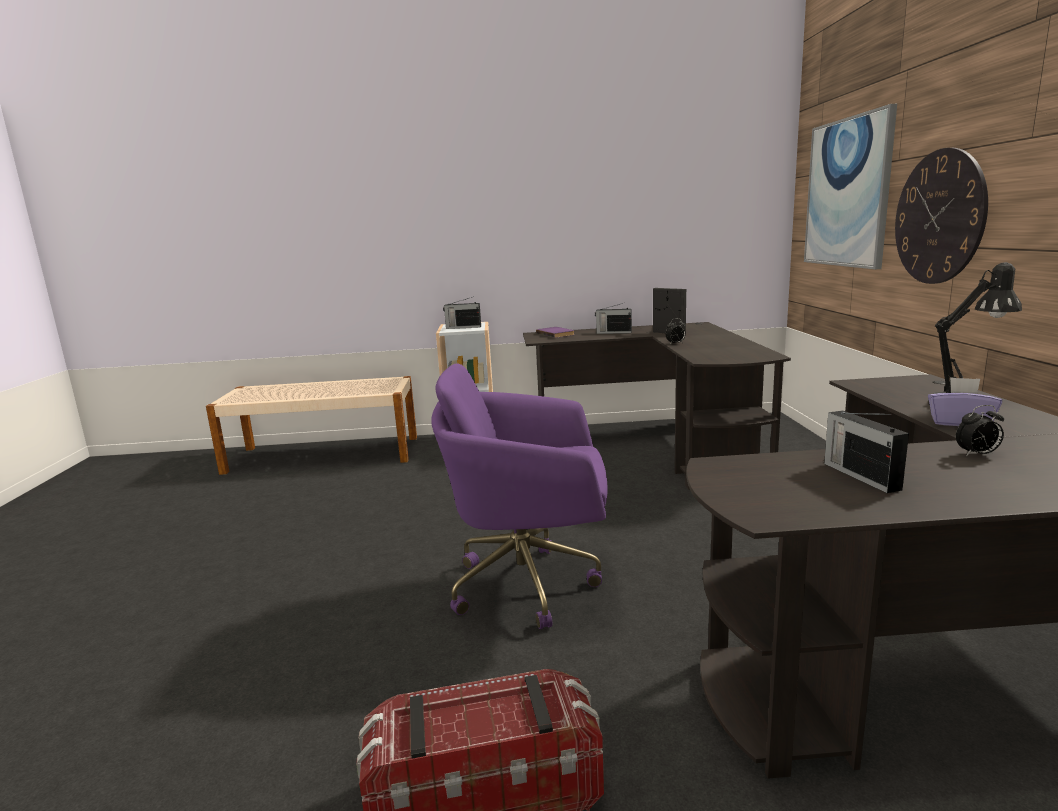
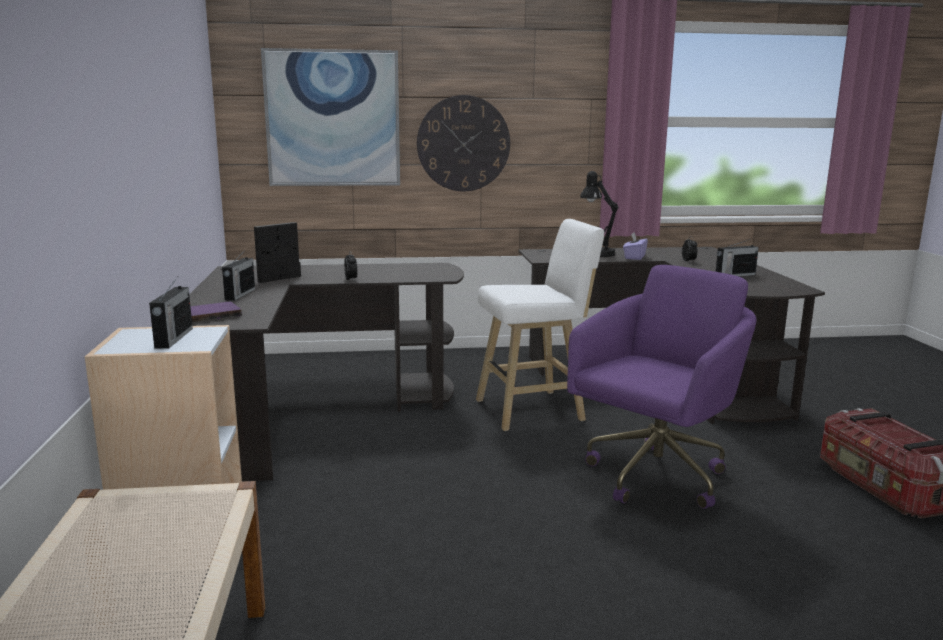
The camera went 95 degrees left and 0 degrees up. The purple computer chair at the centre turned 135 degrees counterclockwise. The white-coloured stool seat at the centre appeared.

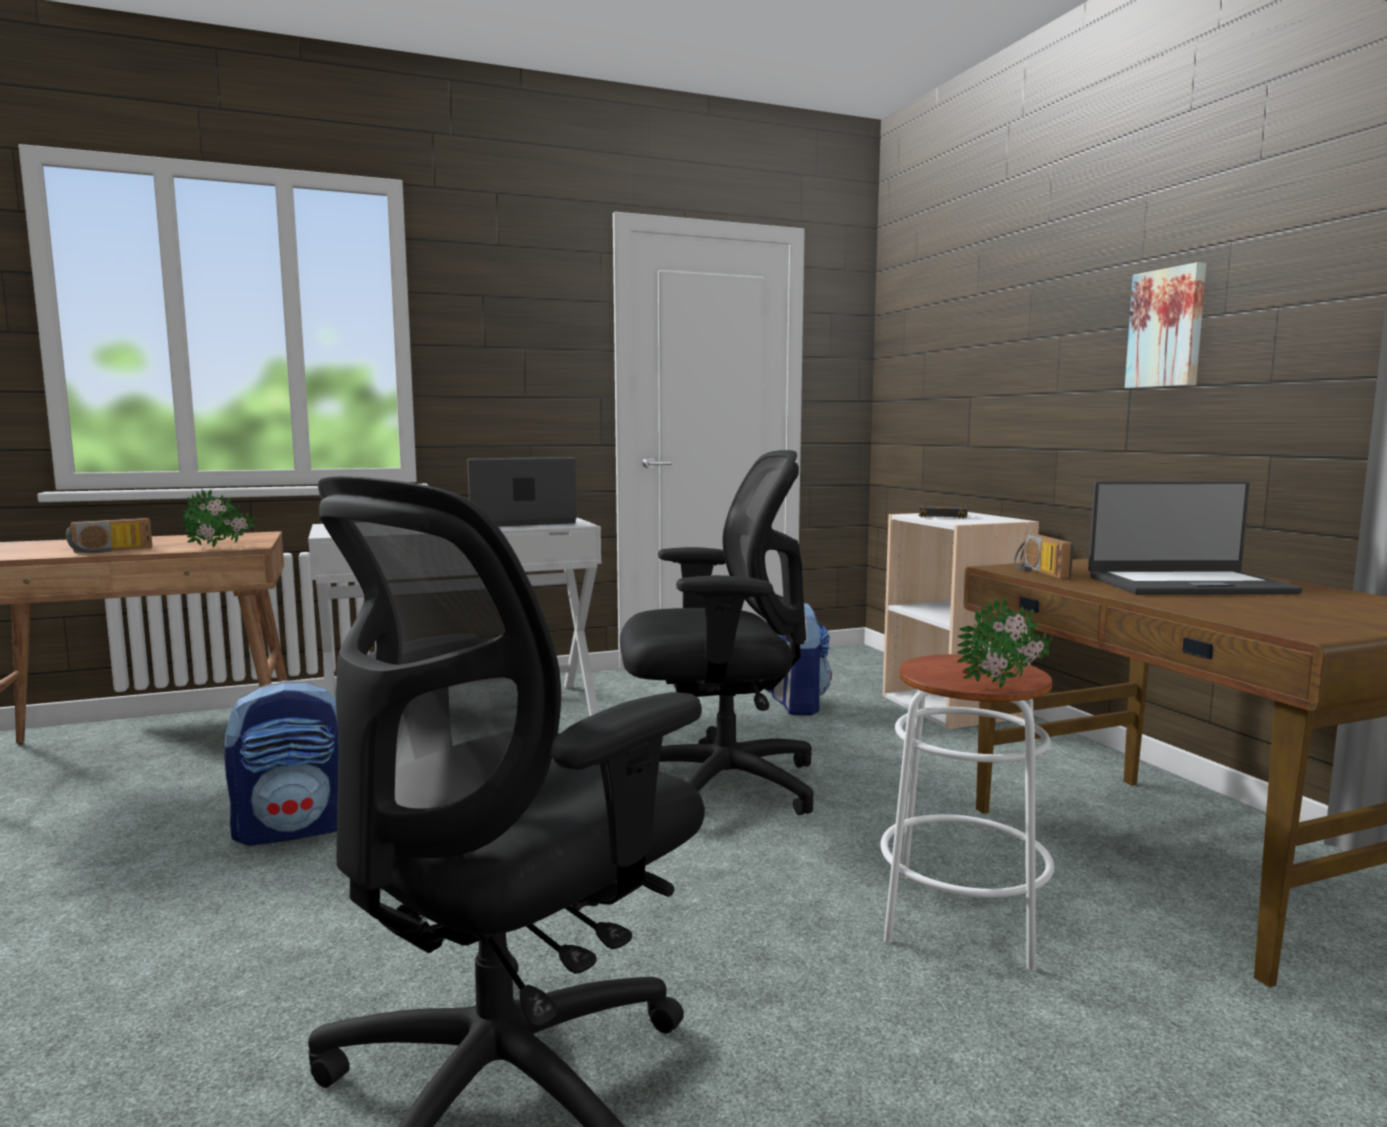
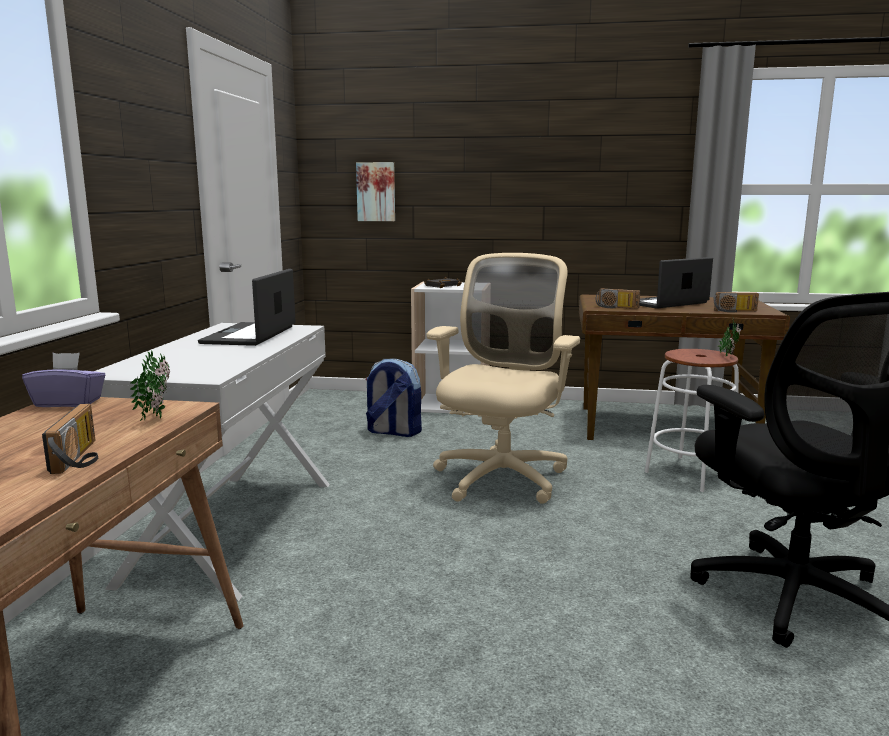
The camera went 60 degrees left and 5 degrees up. The rucksack (no. 1 from left) at the bottom left disappeared. The black-coloured computer chair (no. 2 from left) at the centre became the beige computer chair at the centre. The portable computer (no. 2 from left) at the middle right turned 150 degrees counterclockwise. The wall art moved from the top right to the top centre. The purple box of tissues at the middle left appeared. The radio set (no. 3 from left) at the middle right appeared.

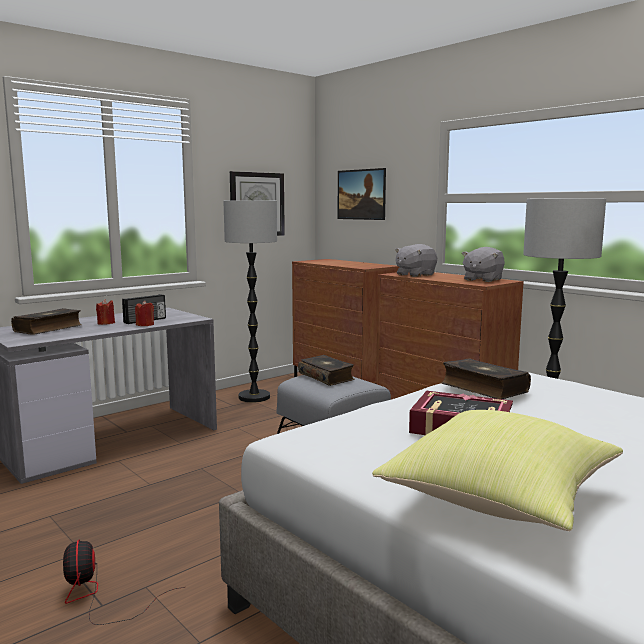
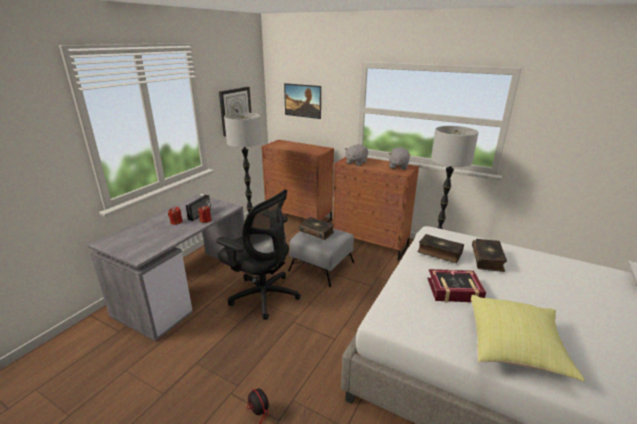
The camera went 20 degrees left and 15 degrees up. The book (no. 1 from left in the first image) moved from the middle left to the middle right. The black-coloured computer chair at the centre appeared.

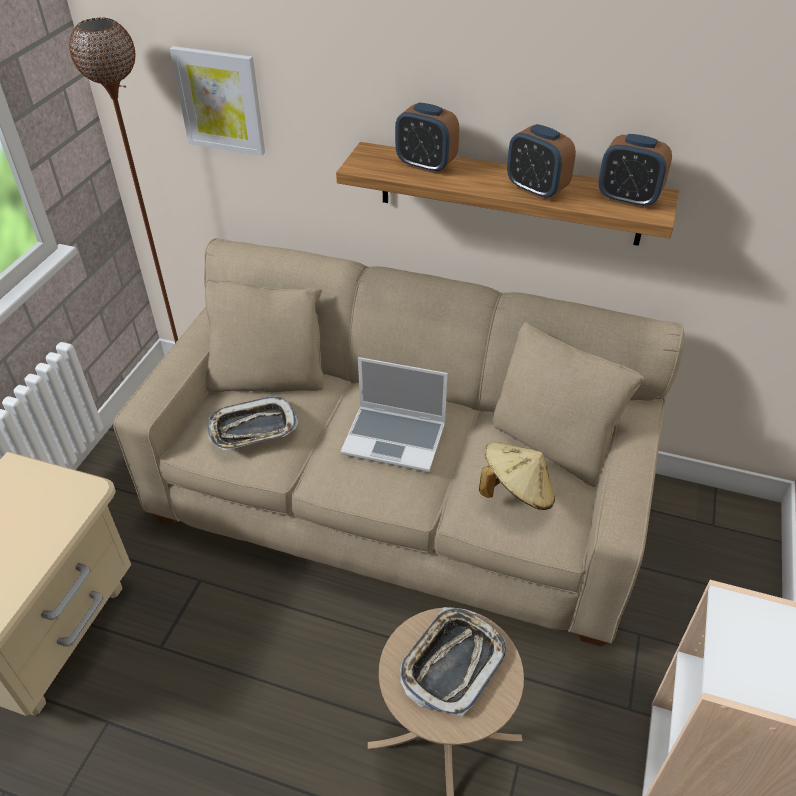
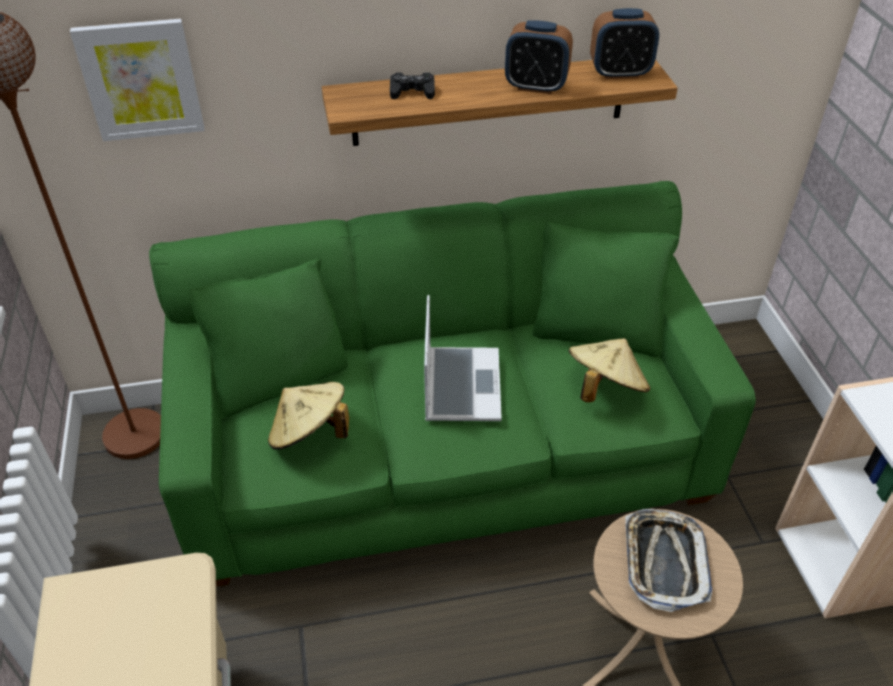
The camera went 30 degrees left and 0 degrees up. The beige sofa at the centre became the green-coloured sofa at the centre. The tray (no. 1 from left) at the middle left was replaced by the beige wearable hat (no. 1 from left) at the centre. The portable computer at the centre turned 75 degrees counterclockwise. The bedside clock (no. 1 from left) at the top centre was replaced by the black-coloured joypad at the top centre.

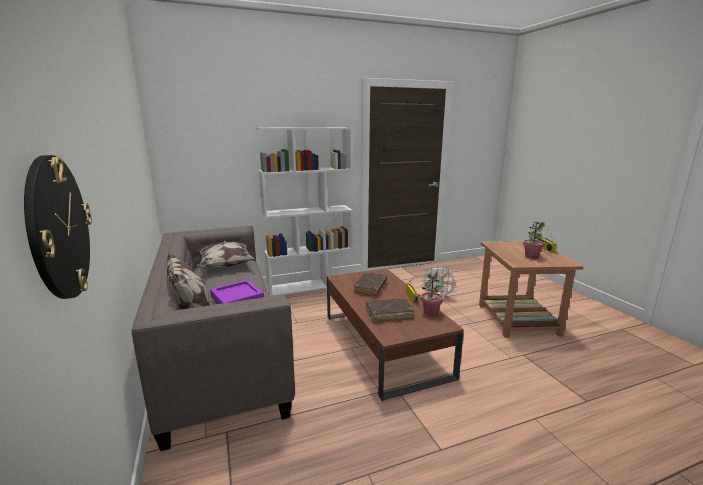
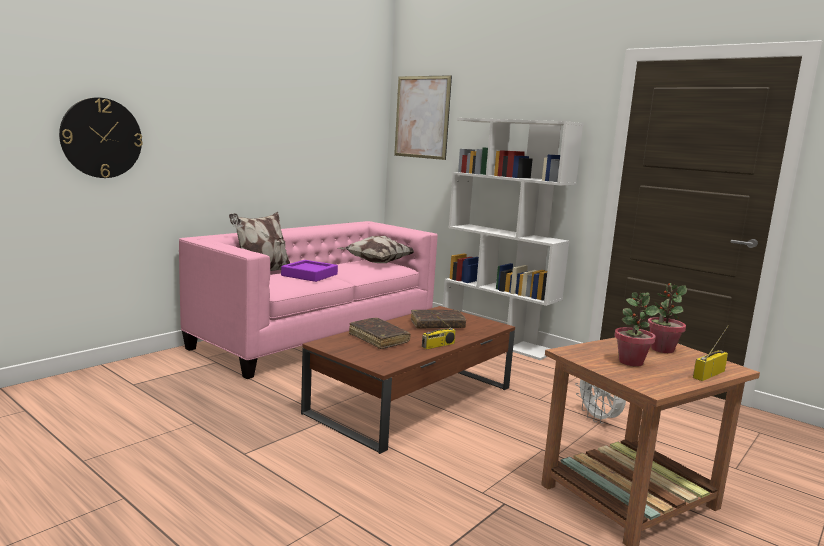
The camera went 60 degrees right and 5 degrees down. The greyish sofa at the bottom left became the pinkish sofa at the centre. The houseplant (no. 1 from left in the first image) moved from the centre to the middle right. The wall art at the top centre appeared.

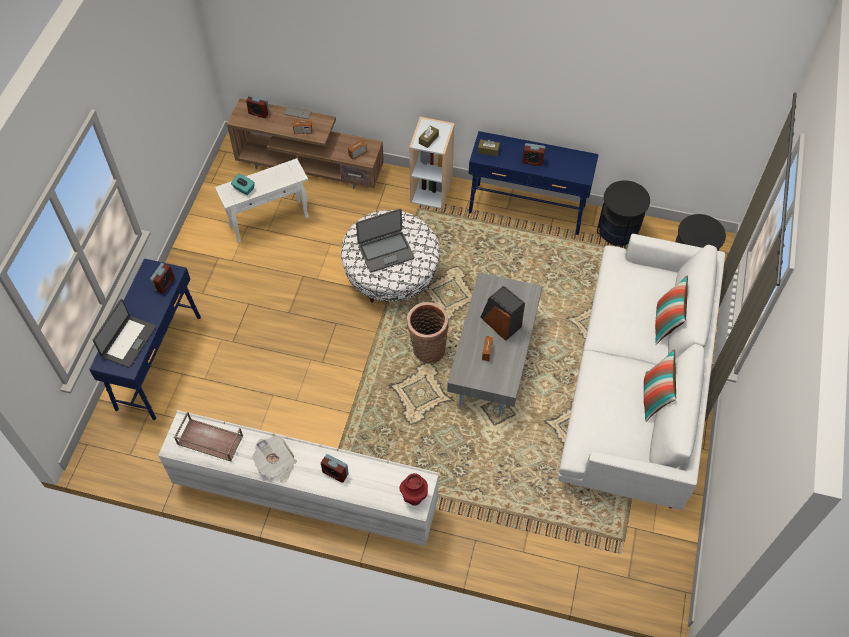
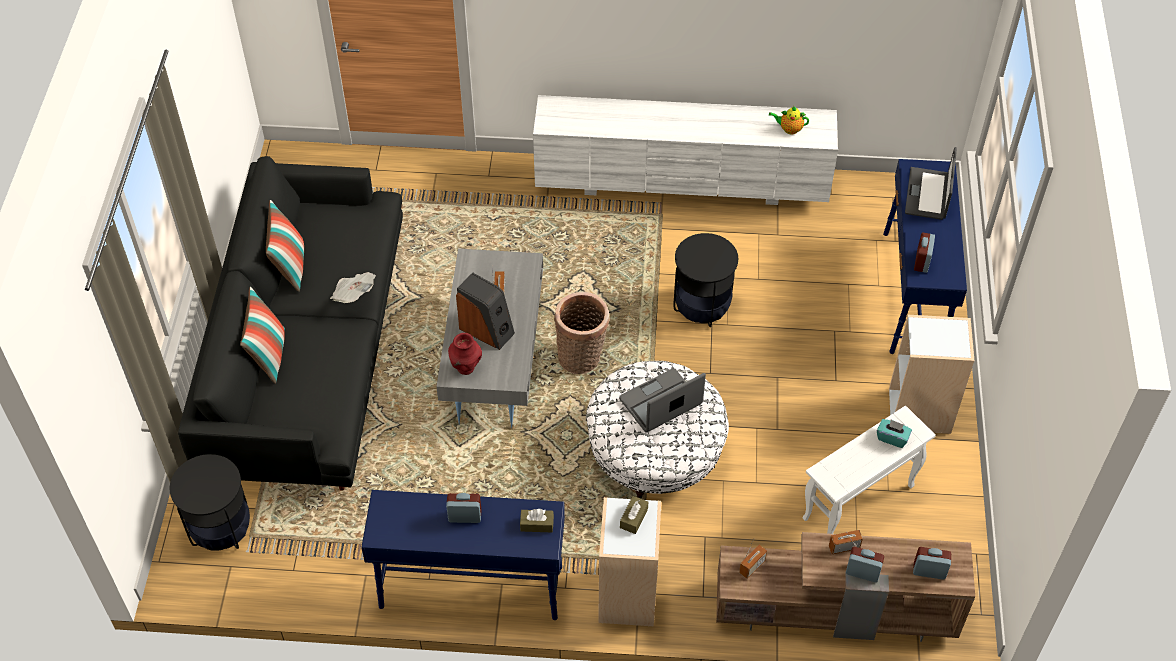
The camera went 170 degrees right and 5 degrees down. The brown-coloured tray at the bottom left was replaced by the tea pot at the top right. The daily paper moved from the bottom left to the middle left. The bedside clock (no. 3 from left in the first image) moved from the bottom centre to the bottom right. The reddish decorative vase moved from the bottom centre to the centre. The white-coloured sofa at the middle right became the black-coloured sofa at the middle left. The black-coloured side table (no. 1 from left in the first image) moved from the middle right to the centre. The shelving unit (no. 2 from left) at the middle right appeared.

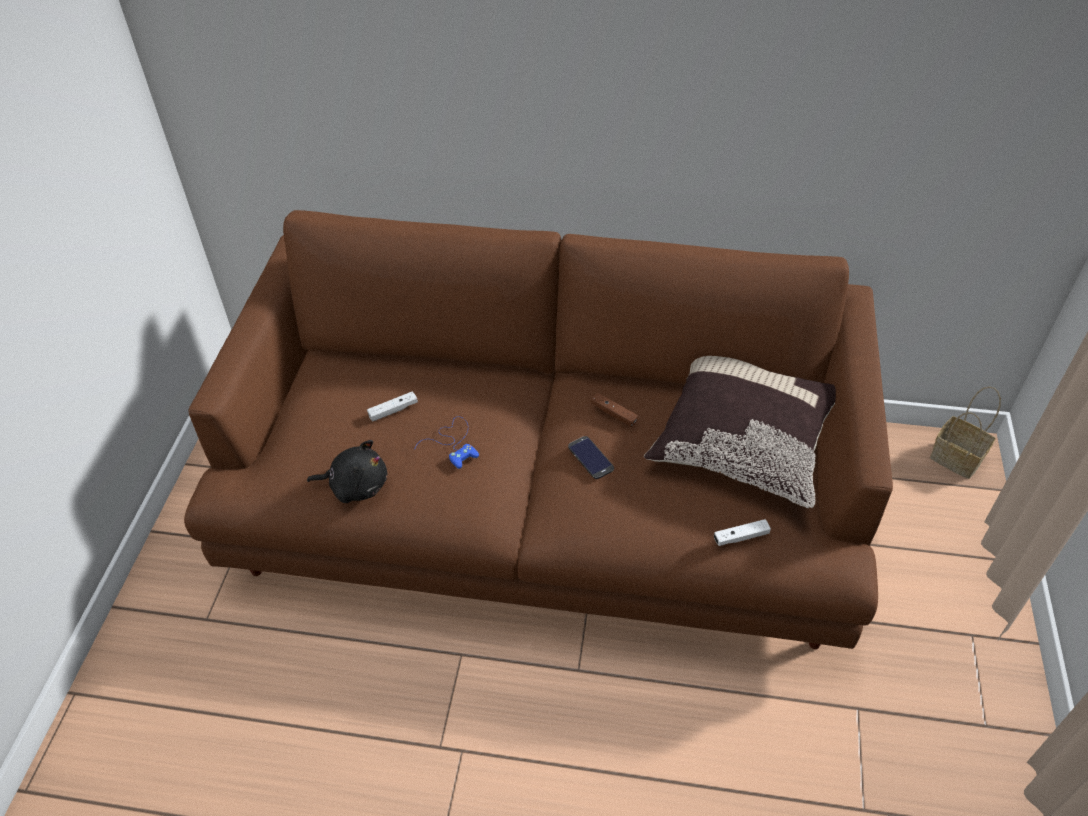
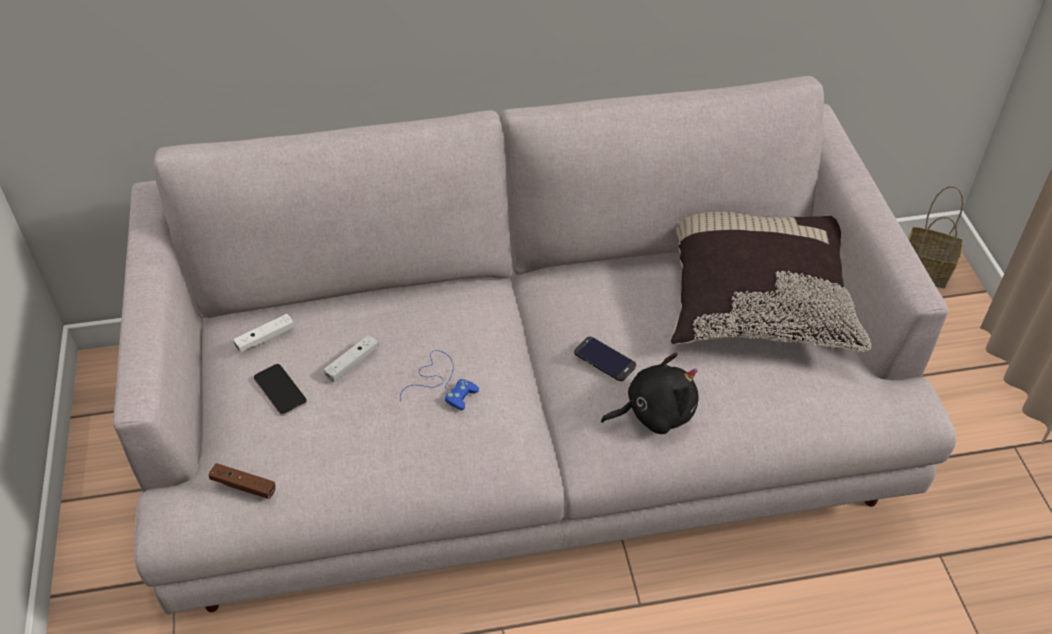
The camera went 20 degrees left and 0 degrees up. The brown-coloured sofa at the centre became the white-coloured sofa at the centre. The black-coloured cuddly toy moved from the middle left to the centre. The brown-coloured joypad moved from the centre to the bottom left. The white-coloured joypad (no. 2 from left in the first image) moved from the middle right to the middle left. The phone (no. 1 from left) at the middle left appeared.

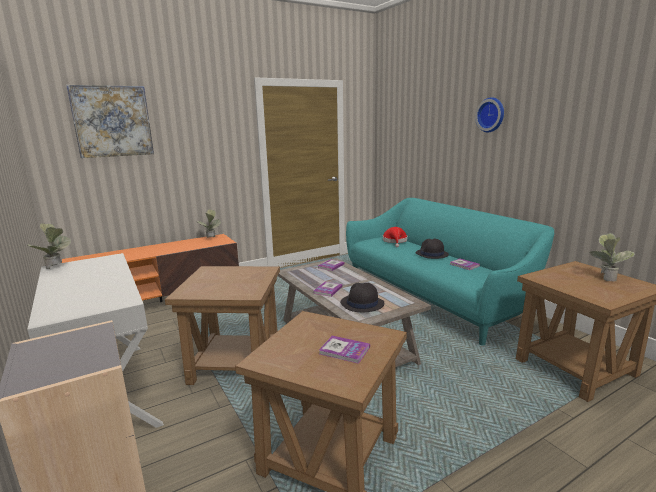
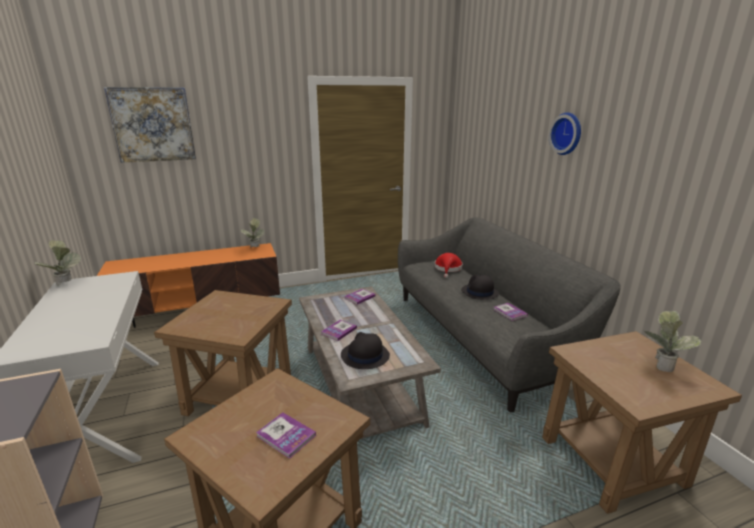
The camera went 10 degrees right and 5 degrees up. The turquoise-coloured sofa at the middle right became the greyish sofa at the middle right.

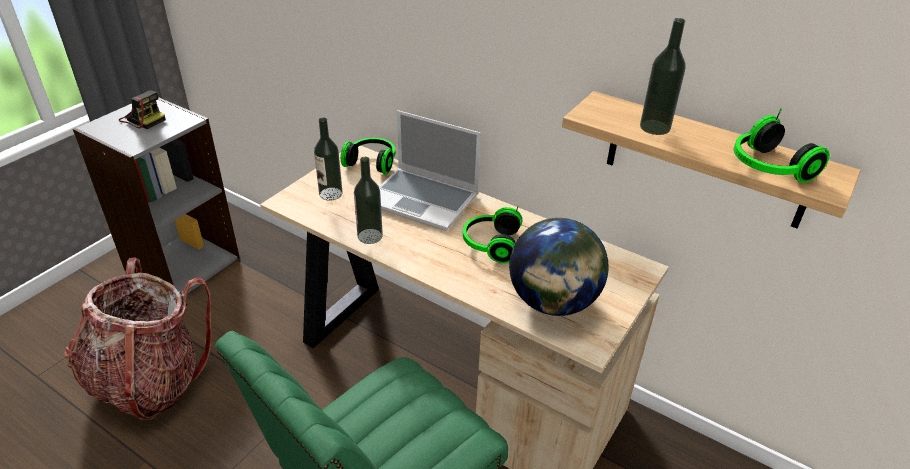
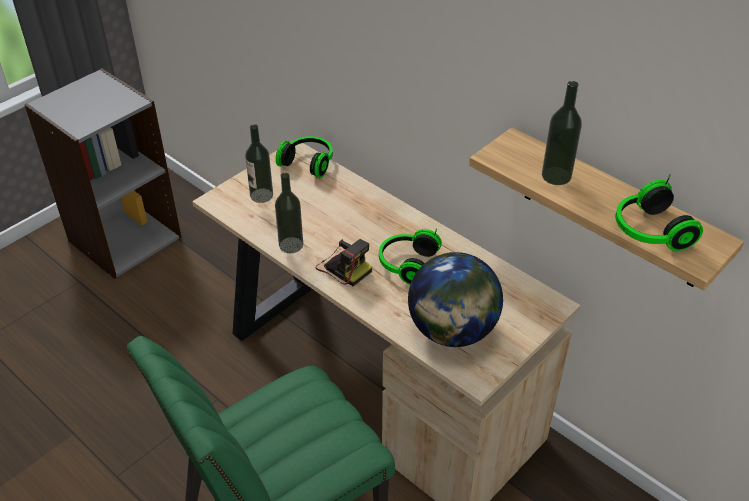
The camera went 10 degrees right and 5 degrees up. The rucksack at the bottom left disappeared. The photo camera moved from the top left to the centre. The portable computer at the centre disappeared.

